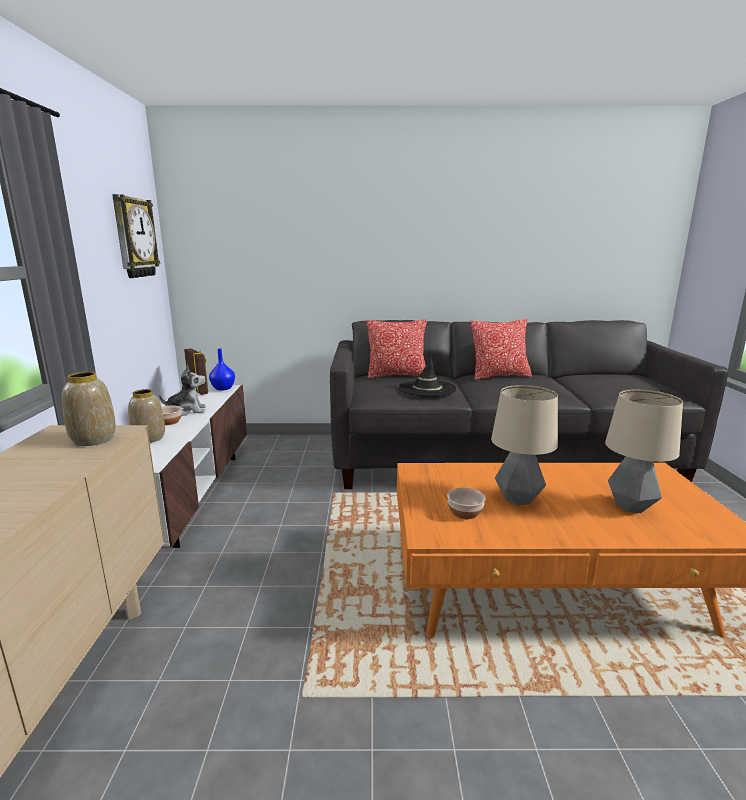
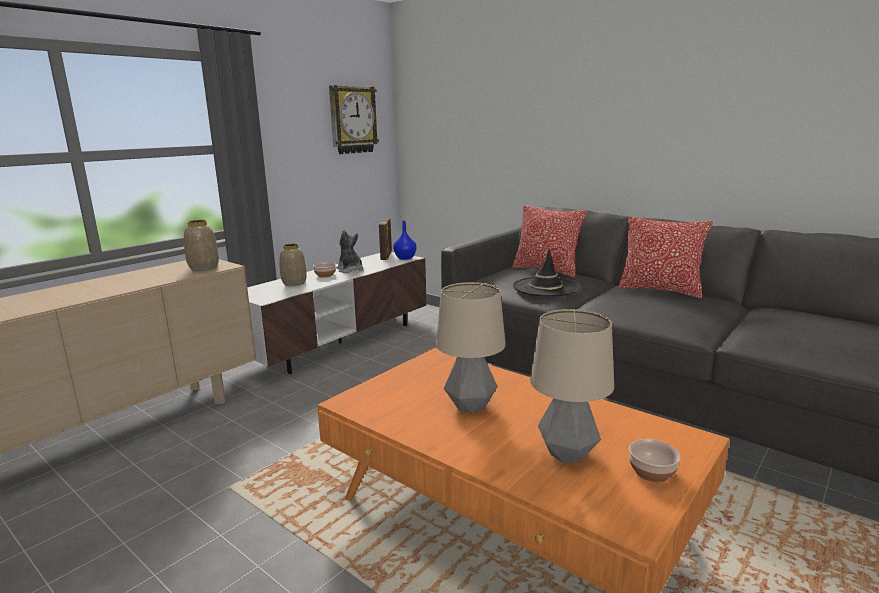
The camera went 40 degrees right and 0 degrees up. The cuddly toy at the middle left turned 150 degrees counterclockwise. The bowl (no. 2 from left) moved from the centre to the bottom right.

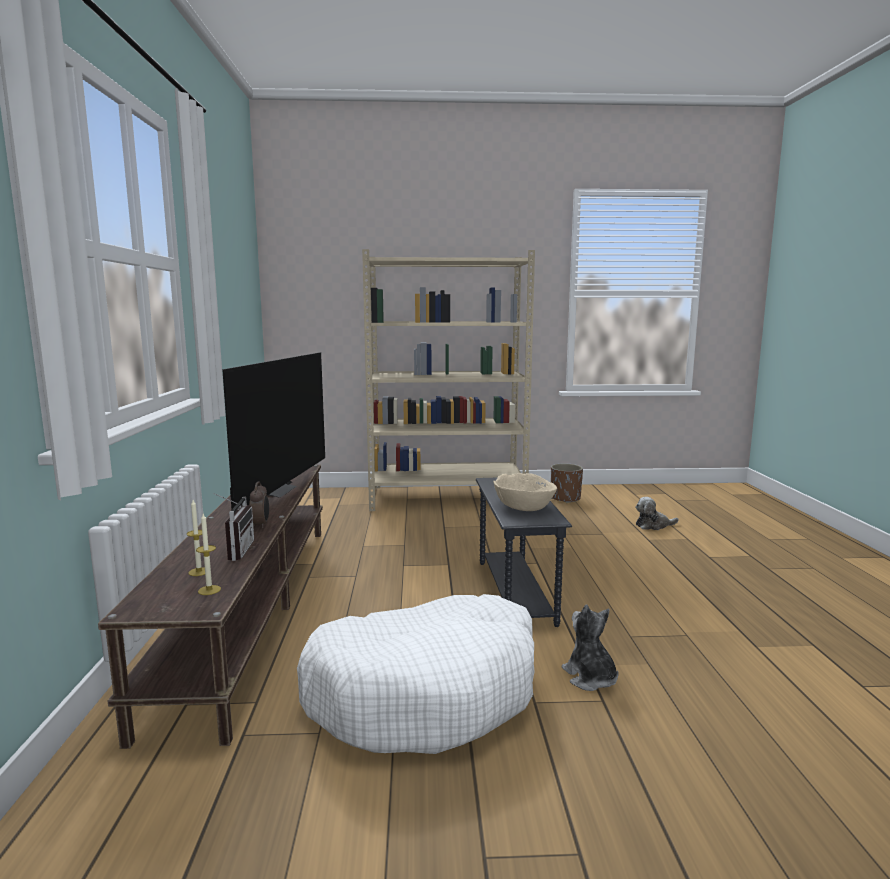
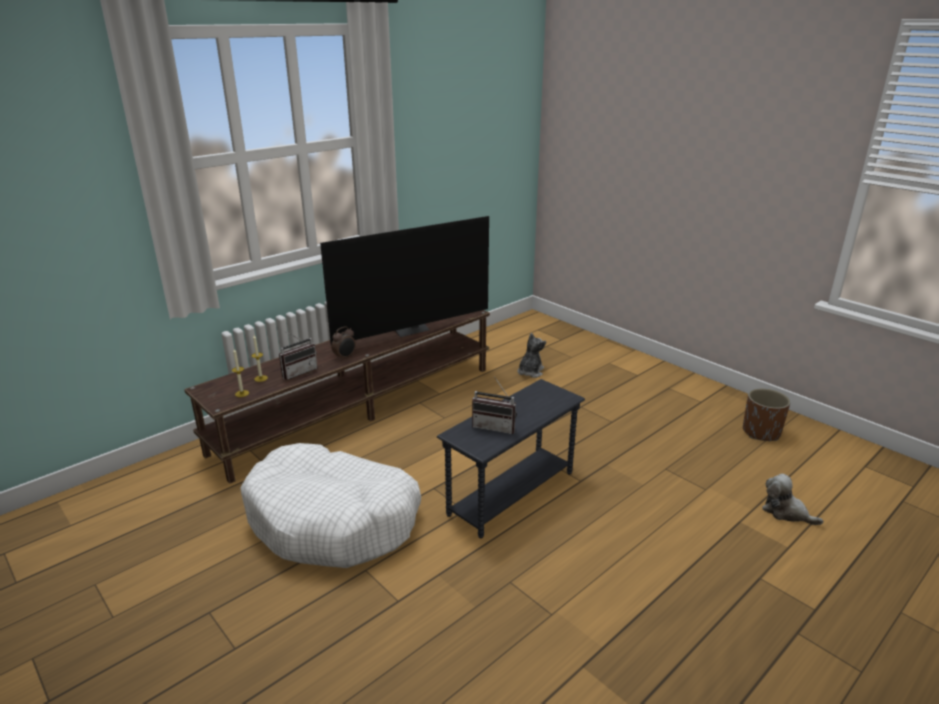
The camera went 50 degrees right and 15 degrees up. The beige shelving unit at the centre disappeared. The beige bowl at the centre was replaced by the radio set (no. 2 from left) at the centre. The cuddly toy (no. 1 from left) moved from the bottom centre to the centre.

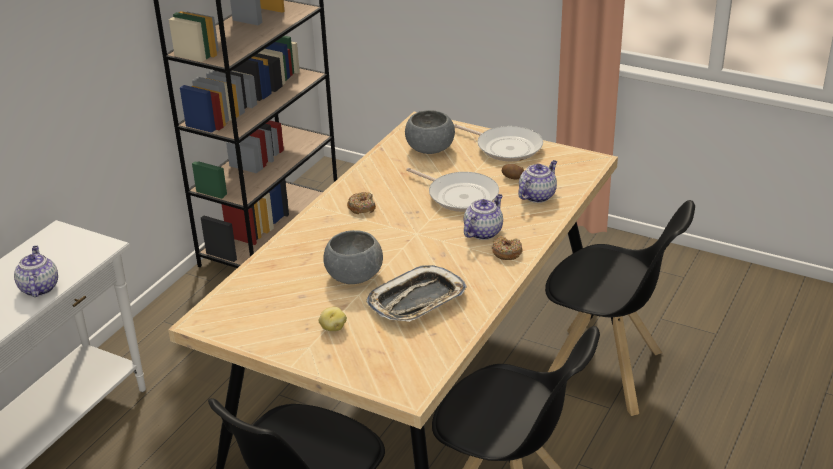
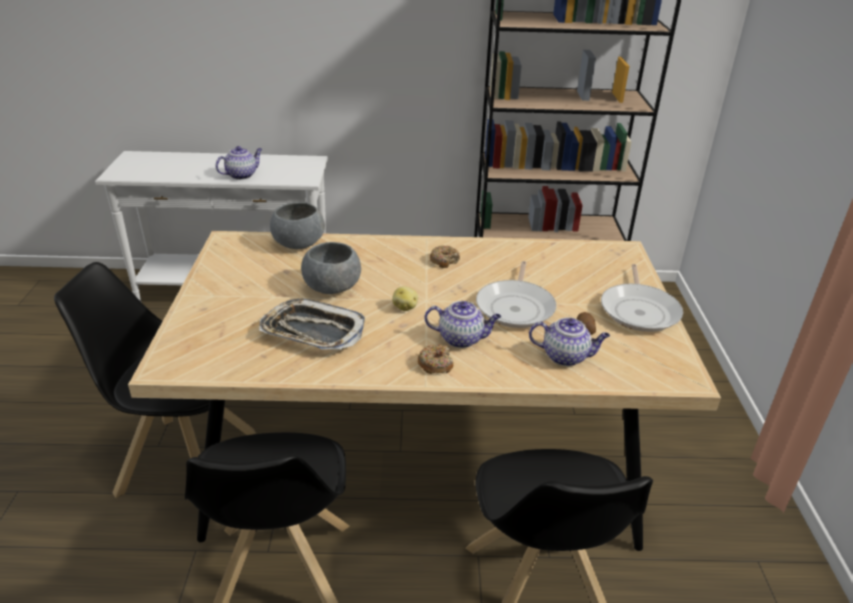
The camera went 60 degrees right and 0 degrees up. The spud (no. 1 from left) moved from the bottom centre to the centre. The greyish bowl (no. 2 from left in the first image) moved from the top centre to the centre.

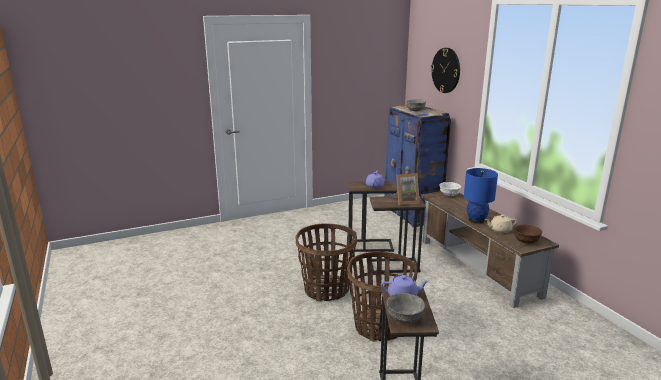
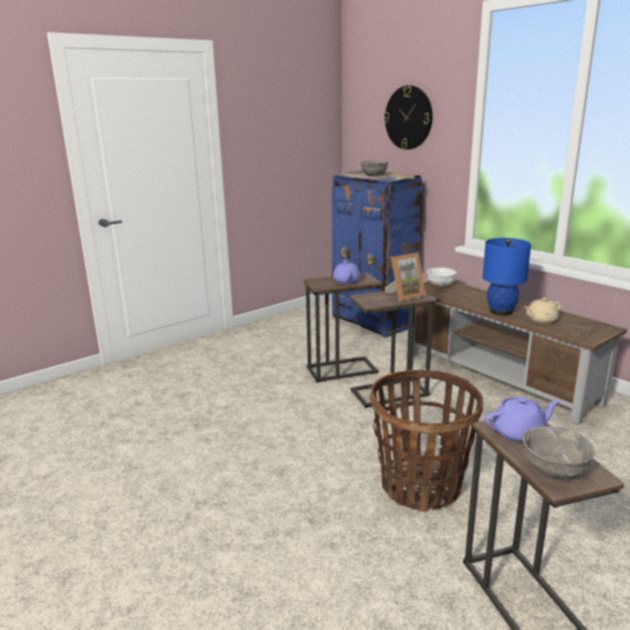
The camera went 15 degrees left and 0 degrees up. The household basket (no. 1 from left) at the bottom centre disappeared. The brown-coloured bowl at the middle right disappeared.

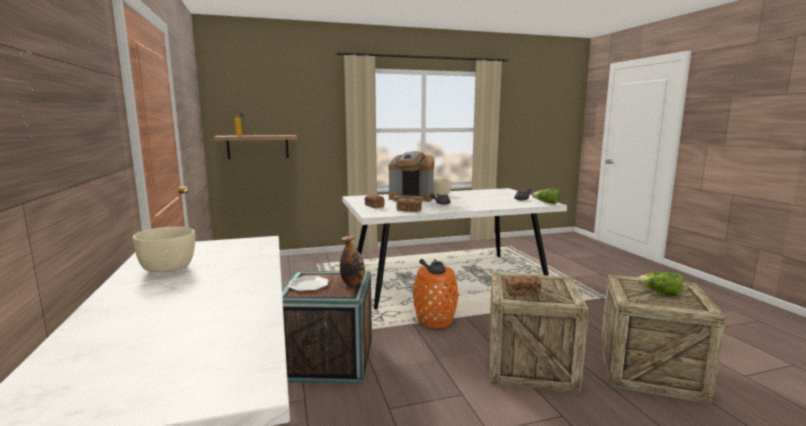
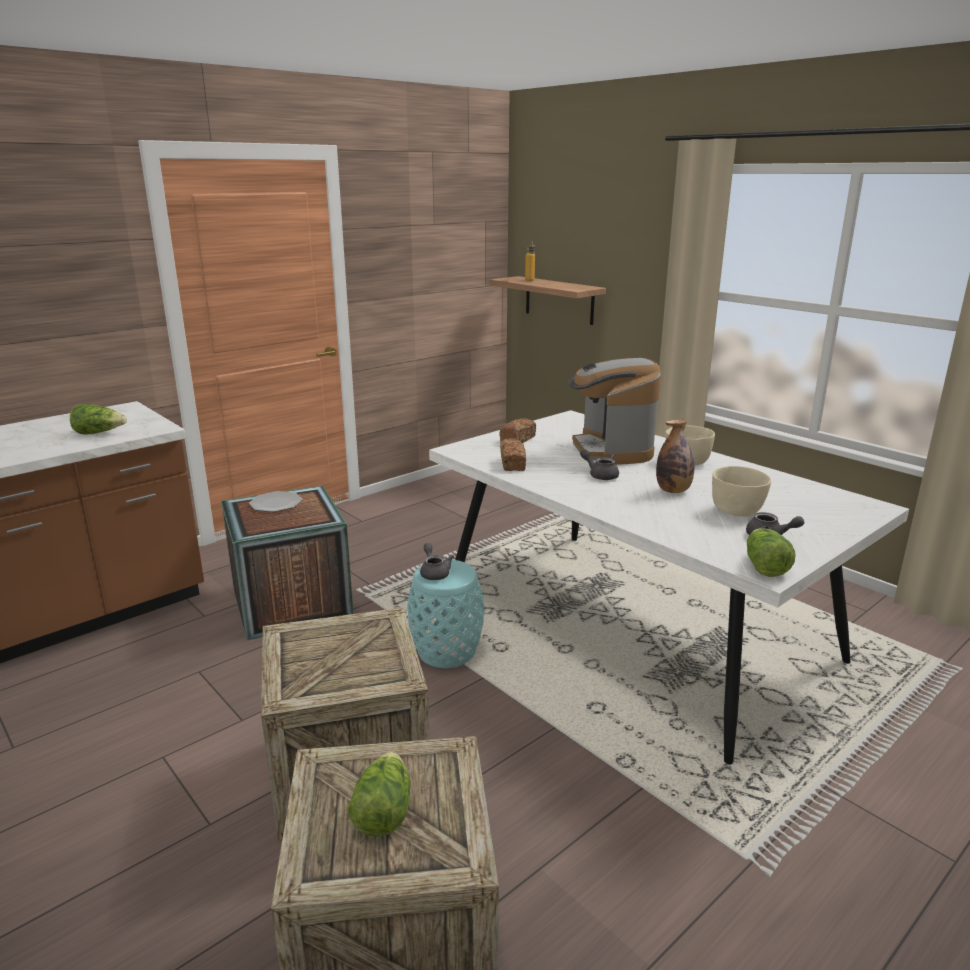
The camera went 65 degrees right and 10 degrees up. The beige bowl (no. 1 from left in the first image) moved from the middle left to the middle right. The beverage bottle (no. 2 from left) moved from the centre to the middle right. The orangey stool seat at the bottom centre became the turquoise-coloured stool seat at the centre. The bread (no. 3 from left) at the bottom centre disappeared. The lettuce head (no. 1 from left) at the middle left appeared.

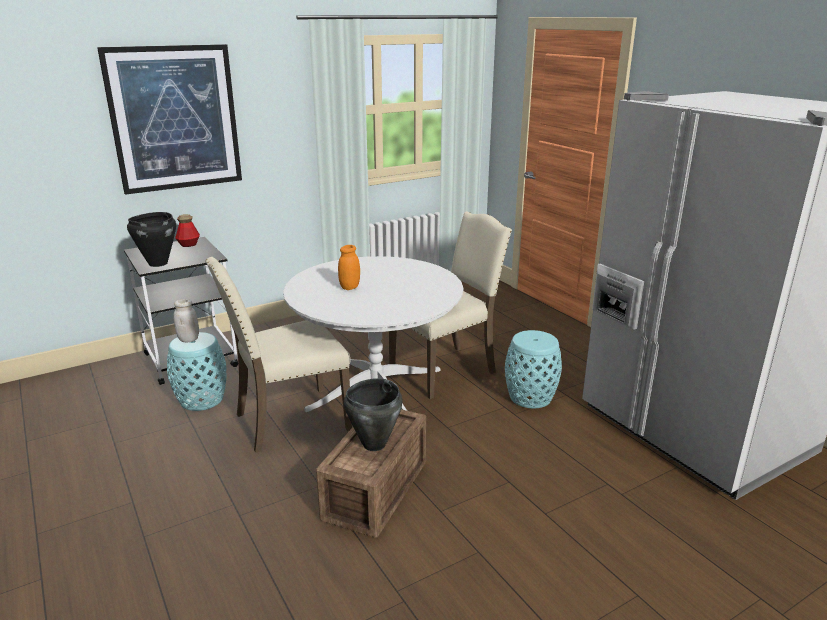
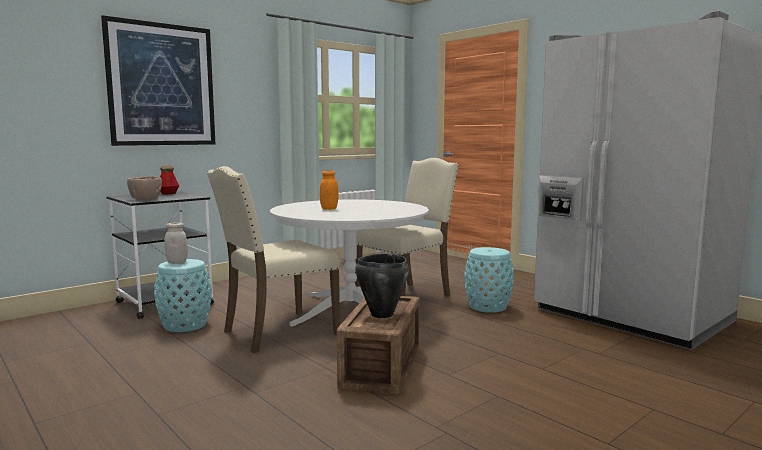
The camera went 10 degrees left and 15 degrees down. The black-coloured cooking pot (no. 1 from left) at the middle left was replaced by the brown-coloured bowl at the middle left.

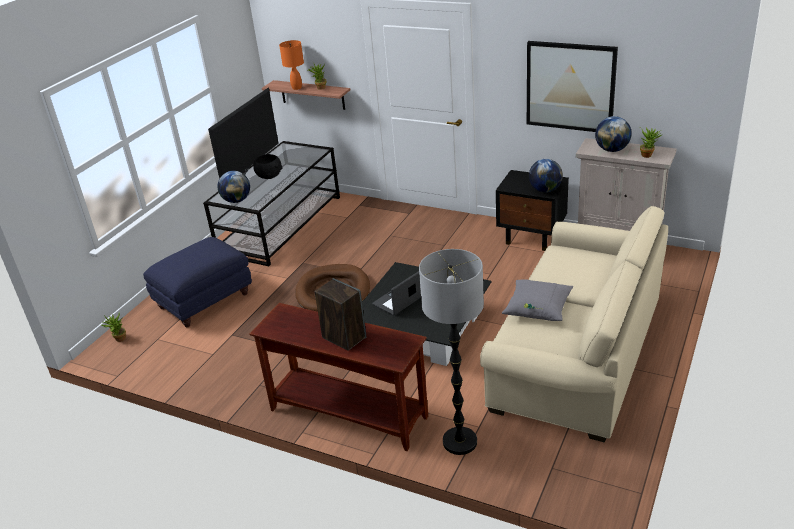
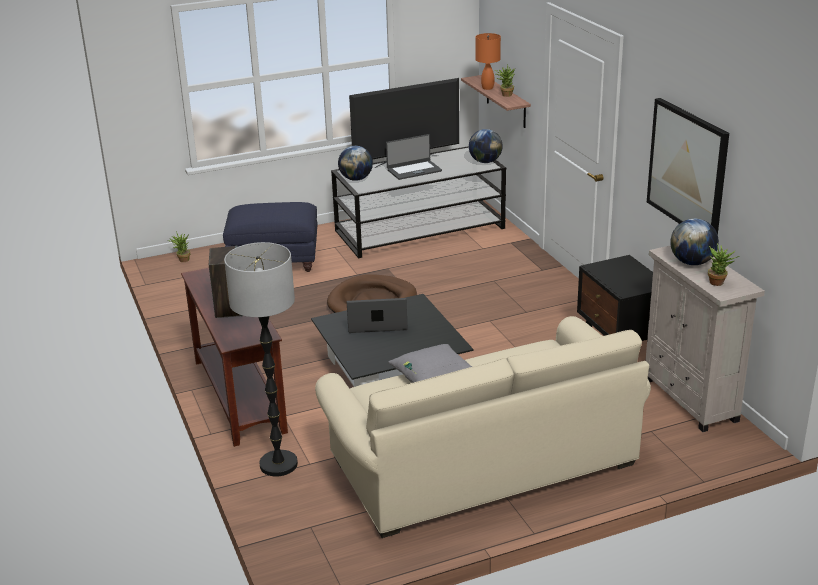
The camera went 40 degrees right and 5 degrees down. The black-coloured bowl at the top centre was replaced by the portable computer (no. 2 from left) at the top centre. The world globe (no. 2 from left) moved from the top right to the top centre.

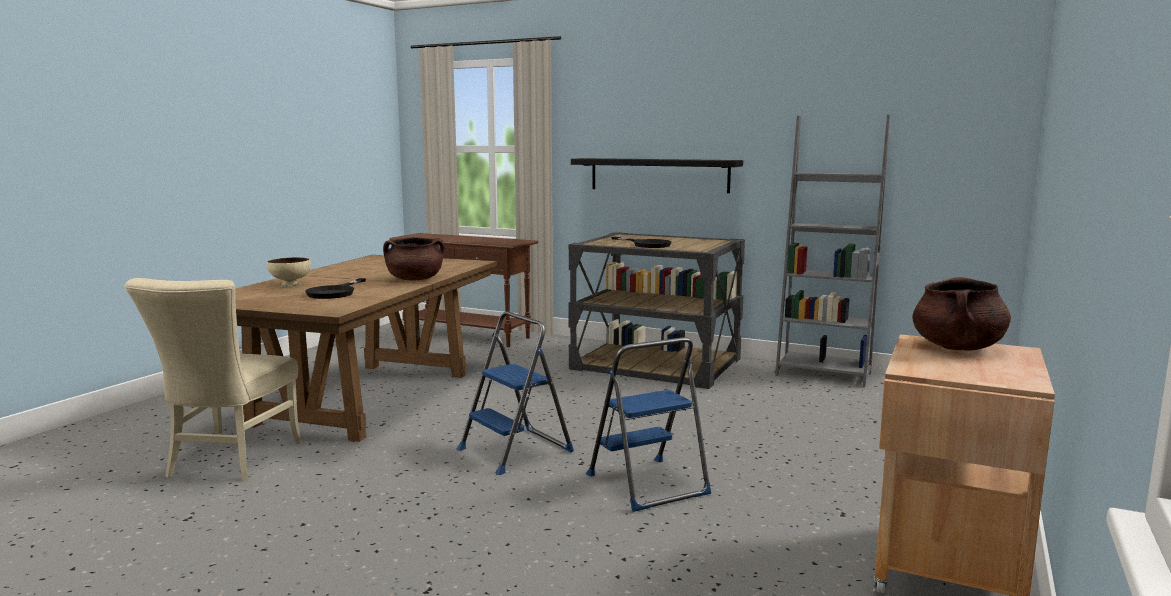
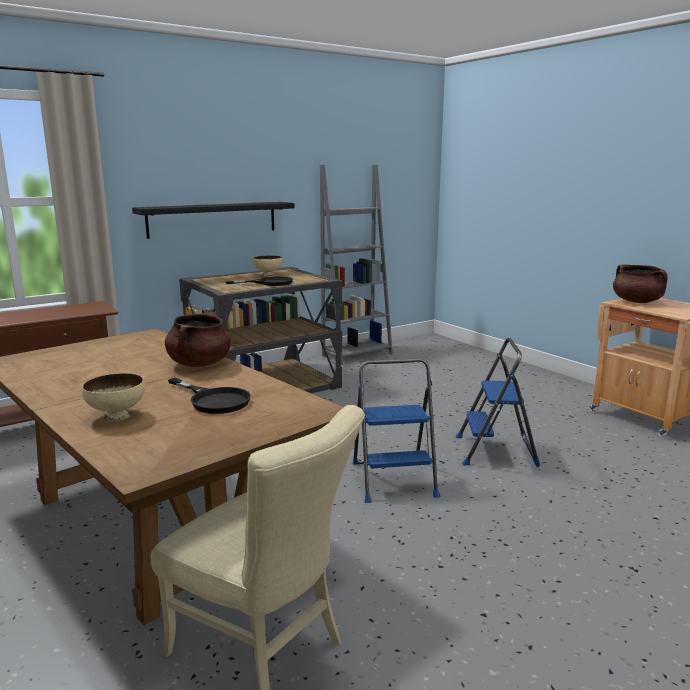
The camera went 60 degrees left and 5 degrees up. The beige bowl (no. 2 from left) at the centre appeared.

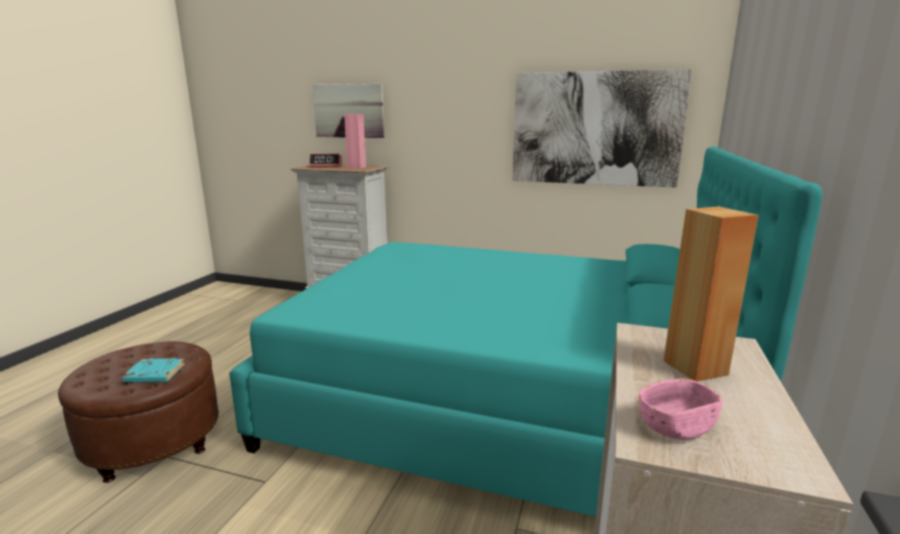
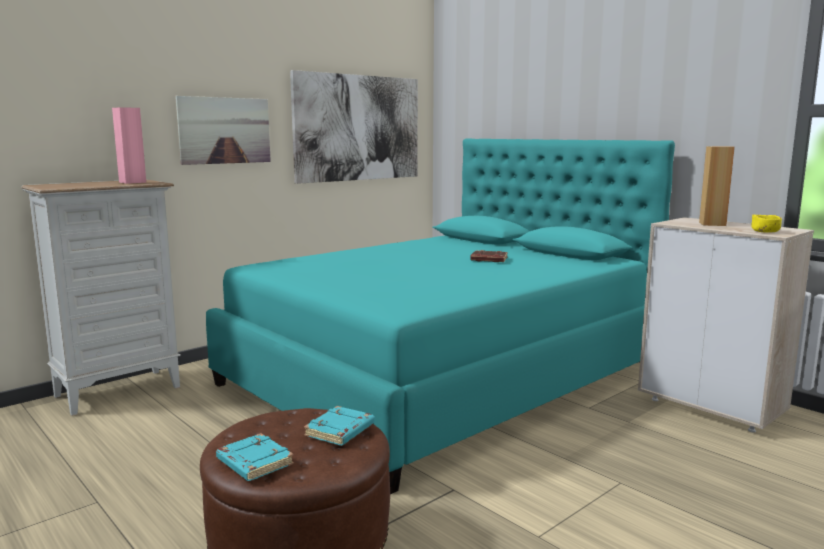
The camera went 60 degrees left and 5 degrees down. The bedside clock at the top centre disappeared. The wall art (no. 1 from left) moved from the top centre to the top left. The pinkish bowl at the bottom right became the yellowish bowl at the middle right. The turquoise-coloured book (no. 1 from left) at the bottom left appeared. The brown-coloured book at the centre appeared.

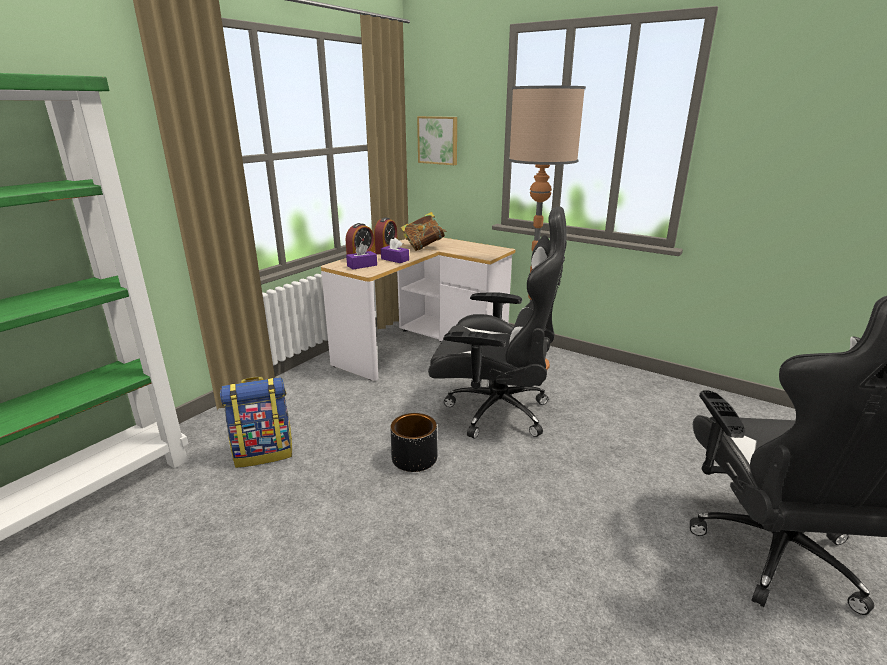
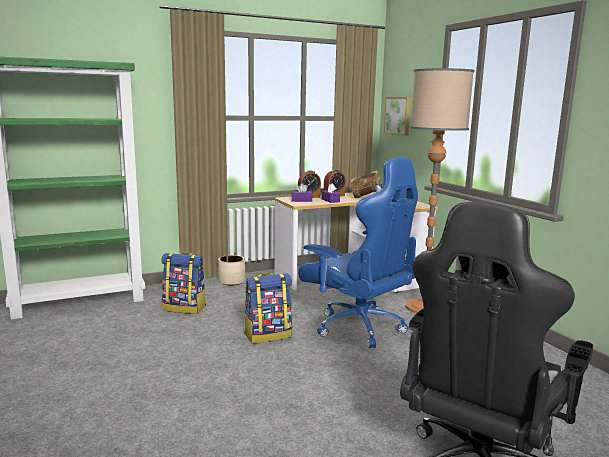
The camera went 30 degrees right and 10 degrees down. The black-coloured plant pot at the centre was replaced by the rucksack (no. 2 from left) at the bottom centre. The black-coloured computer chair (no. 1 from left) at the centre became the blue computer chair at the centre. The beige plant pot at the centre appeared.

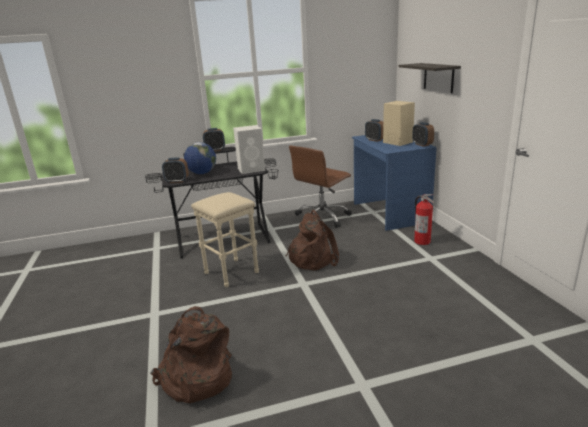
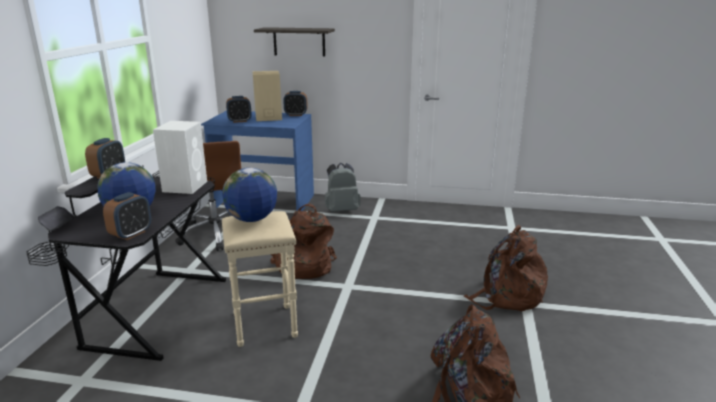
The camera went 65 degrees left and 0 degrees up. The fire-fighting cylinder at the middle right was replaced by the greyish rucksack at the centre. The world globe (no. 2 from left) at the centre appeared. The brown-coloured rucksack (no. 3 from left) at the bottom right appeared.

